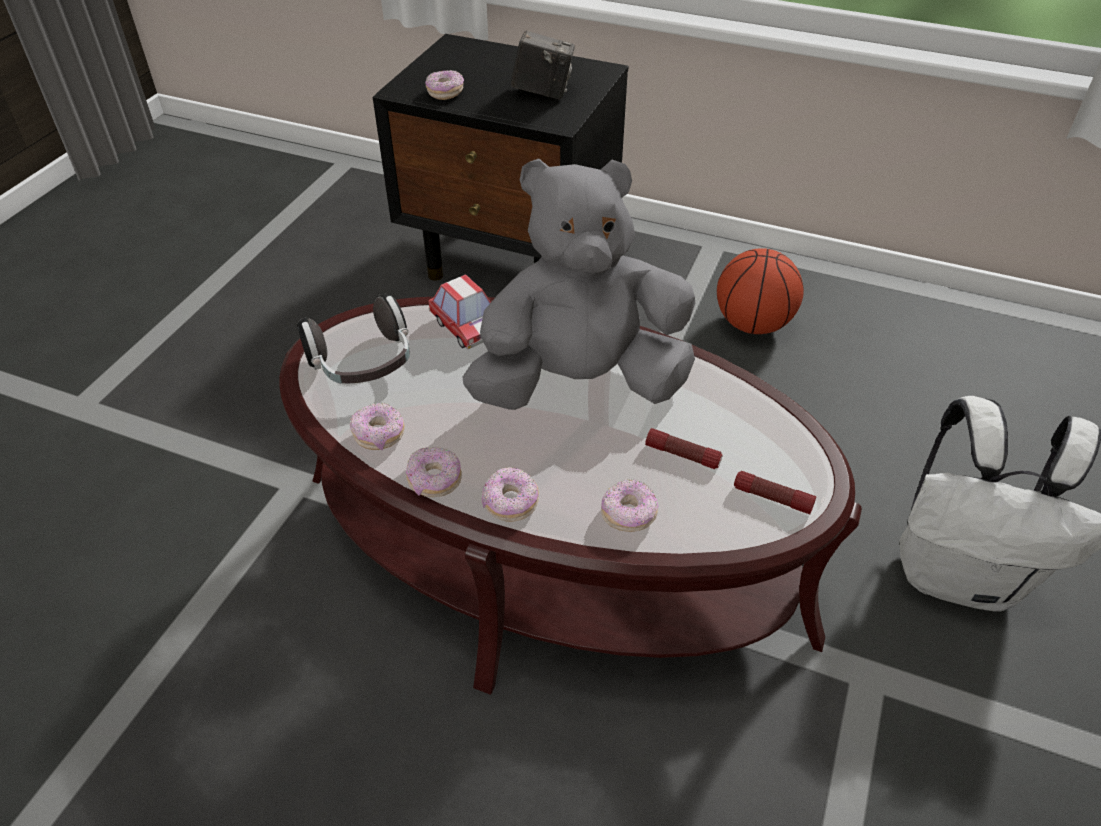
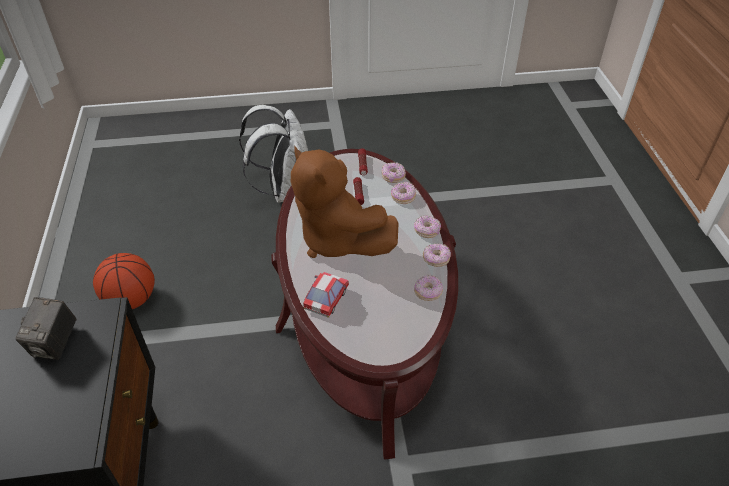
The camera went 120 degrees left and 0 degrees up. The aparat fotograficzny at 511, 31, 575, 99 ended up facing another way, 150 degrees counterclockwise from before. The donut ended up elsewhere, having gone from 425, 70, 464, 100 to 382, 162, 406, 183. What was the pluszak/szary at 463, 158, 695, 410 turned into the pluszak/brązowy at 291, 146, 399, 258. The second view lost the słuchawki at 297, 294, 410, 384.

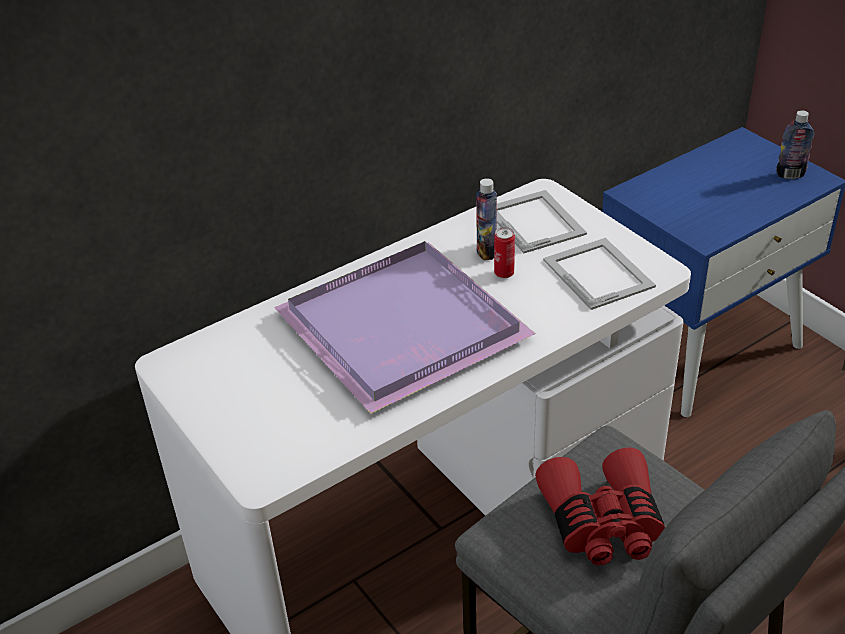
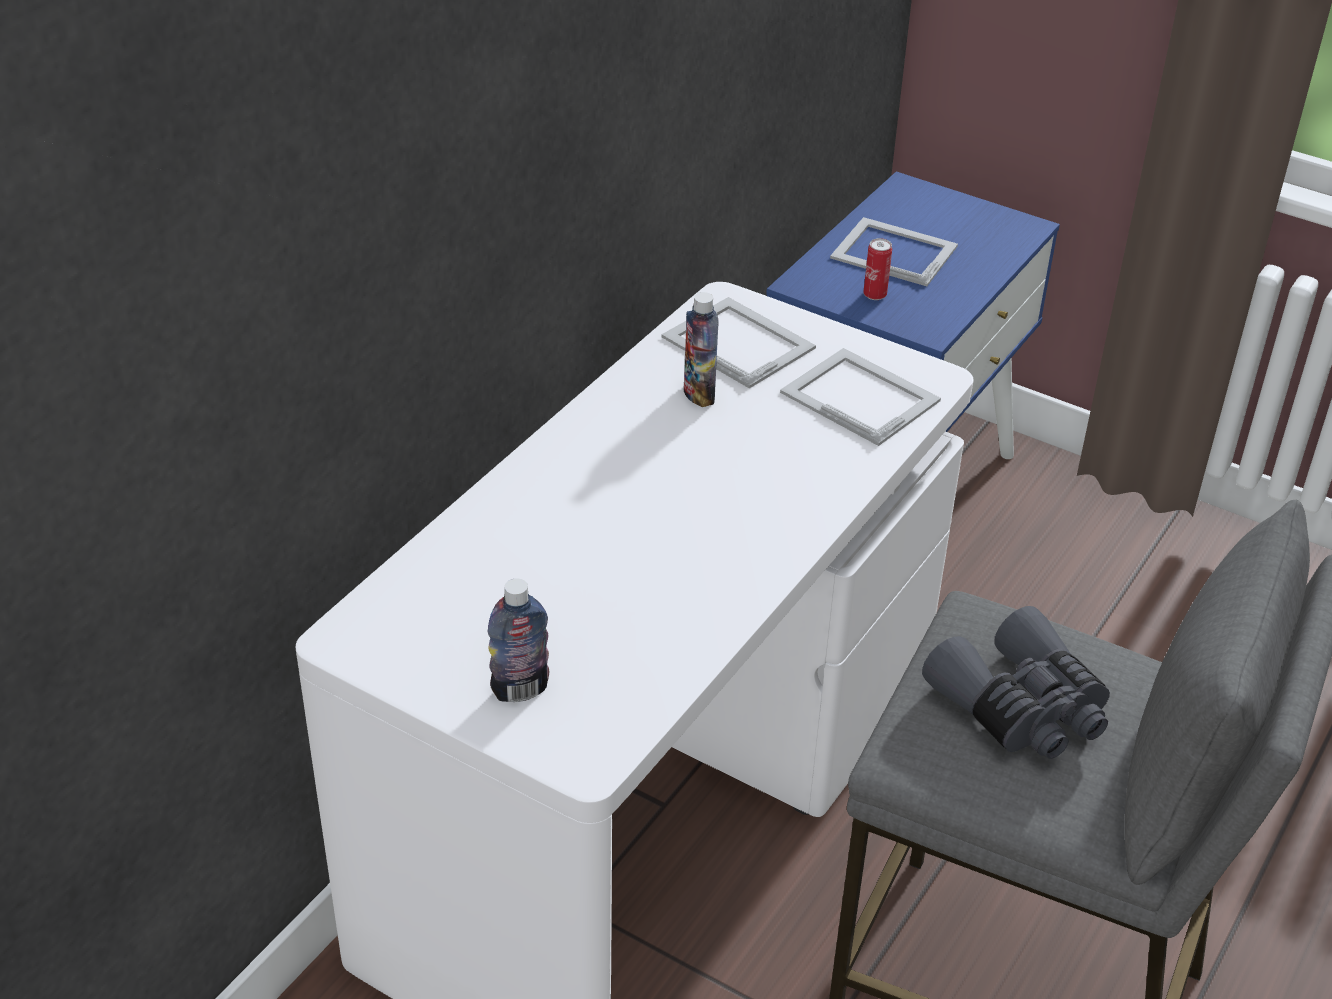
The camera went 25 degrees left and 0 degrees up. The butelka ended up elsewhere, having gone from 776, 110, 814, 179 to 488, 578, 549, 702. The puszka ended up elsewhere, having gone from 494, 227, 515, 278 to 864, 238, 892, 300. The second view lost the taca/fioletowy at 274, 241, 536, 414. What was the lornetka/czerwony at 535, 447, 665, 566 turned into the lornetka/szary at 922, 606, 1110, 759. The second view gained the ramka na zdjęcie at 830, 217, 958, 286.

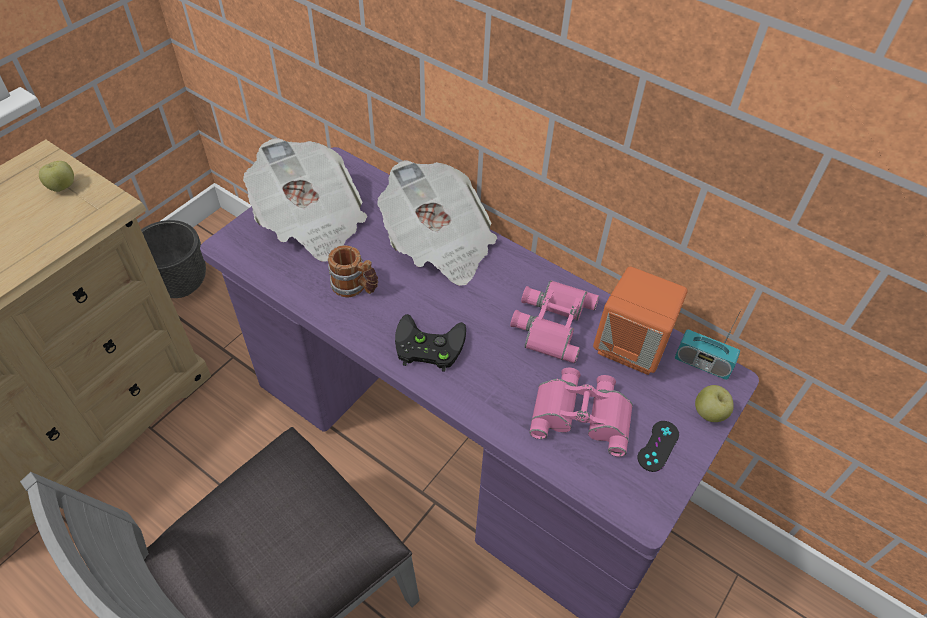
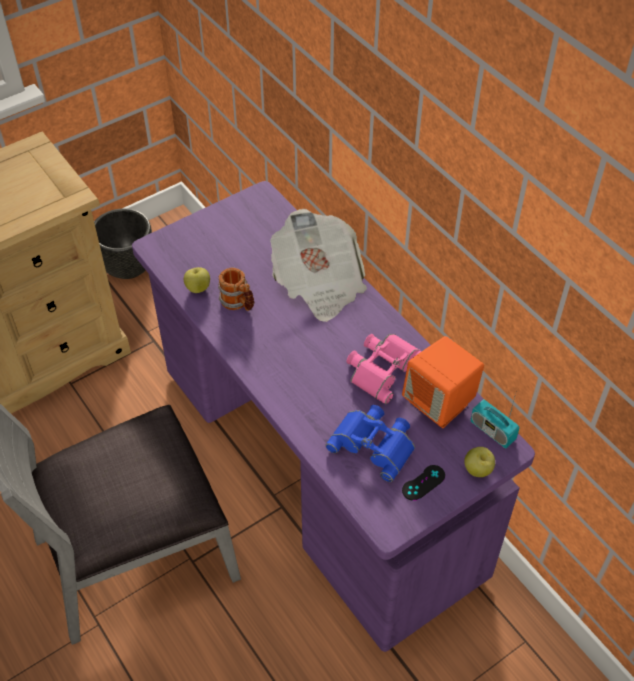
The camera went 20 degrees right and 0 degrees up. The second view lost the gazeta at 243, 138, 367, 262. The jabłko ended up elsewhere, having gone from 39, 161, 74, 192 to 184, 267, 210, 293. The second view lost the pad do gier/czarny at 395, 314, 466, 372. What was the lornetka/różowy at 529, 367, 633, 457 turned into the lornetka/niebieski at 325, 405, 415, 482.

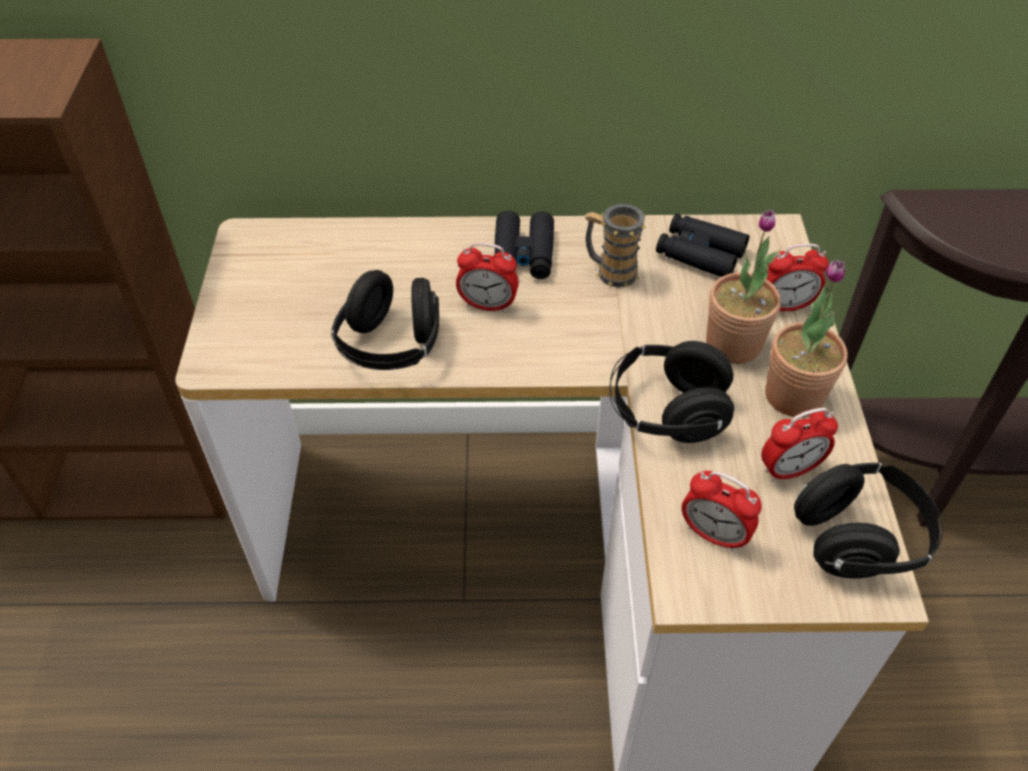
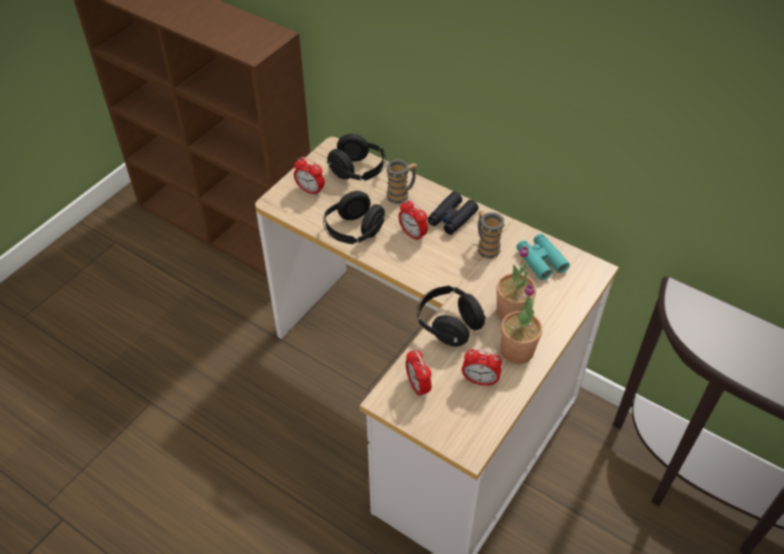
The camera went 35 degrees right and 0 degrees up. What was the lornetka/czarny at 656, 214, 749, 277 turned into the lornetka/turkusowy at 516, 234, 570, 280. The budzik ended up elsewhere, having gone from 766, 243, 829, 311 to 294, 157, 325, 196. The słuchawki/czarny ended up elsewhere, having gone from 794, 463, 943, 578 to 327, 134, 386, 181. The second view gained the kubek at 386, 159, 417, 204.

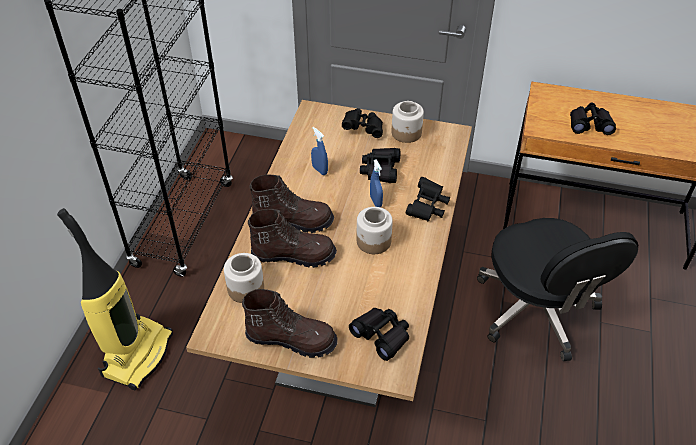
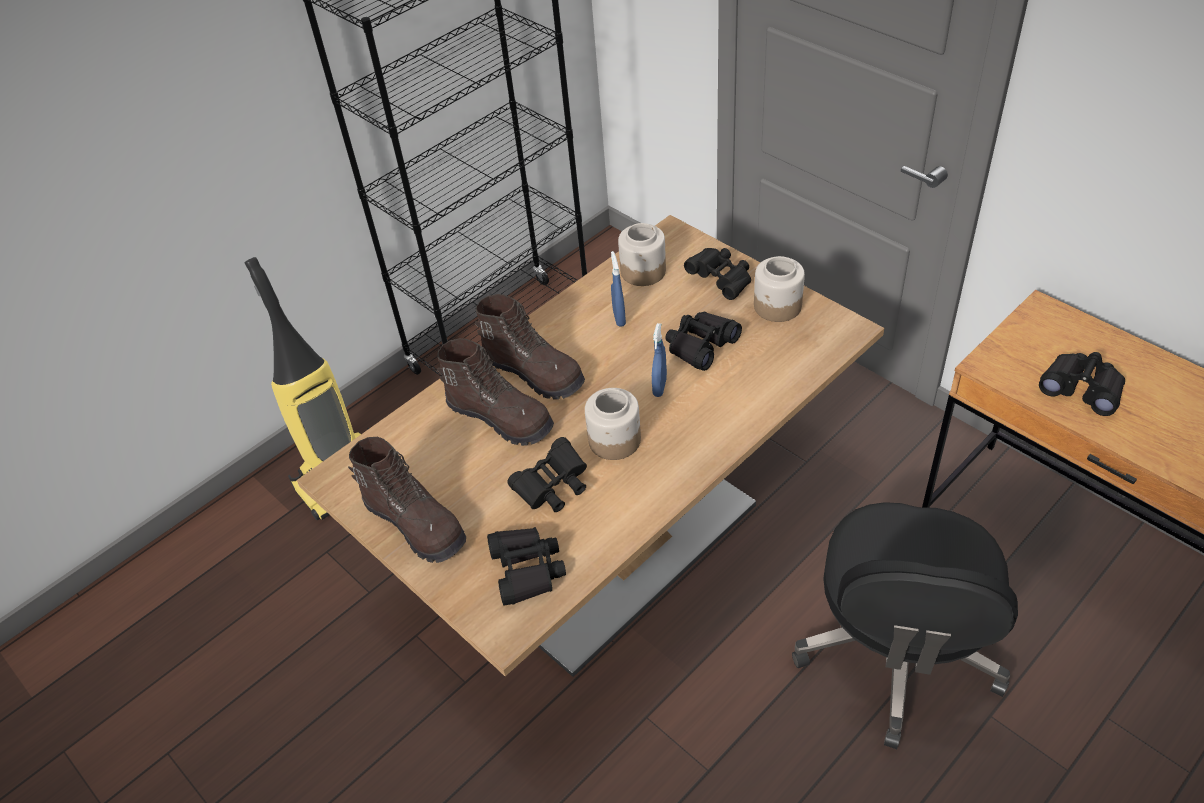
The camera went 35 degrees right and 0 degrees up. The lornetka/czarny ended up elsewhere, having gone from 406, 177, 450, 221 to 508, 437, 587, 512. The słoik ended up elsewhere, having gone from 224, 253, 264, 303 to 618, 223, 666, 286.

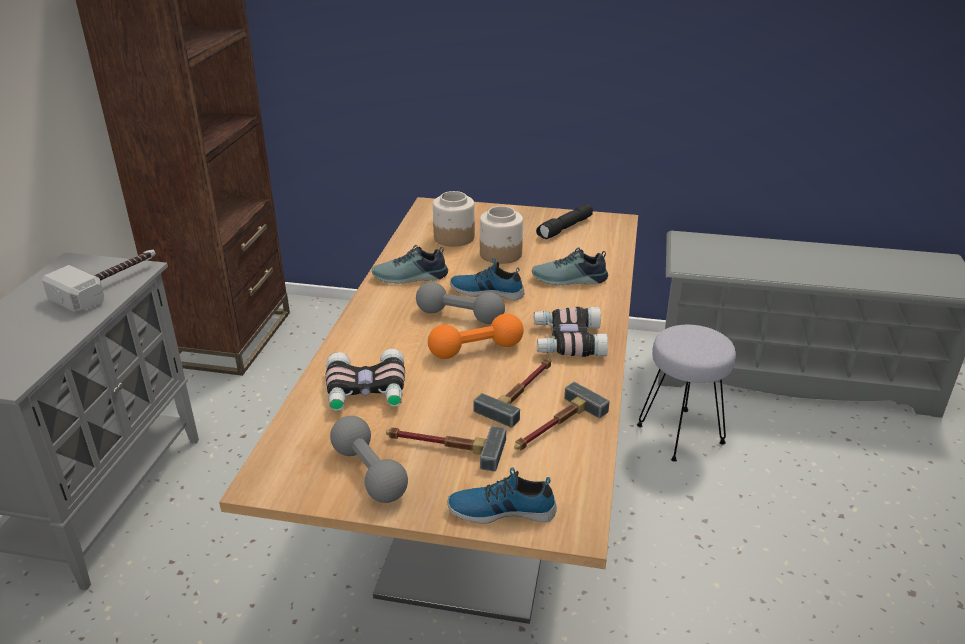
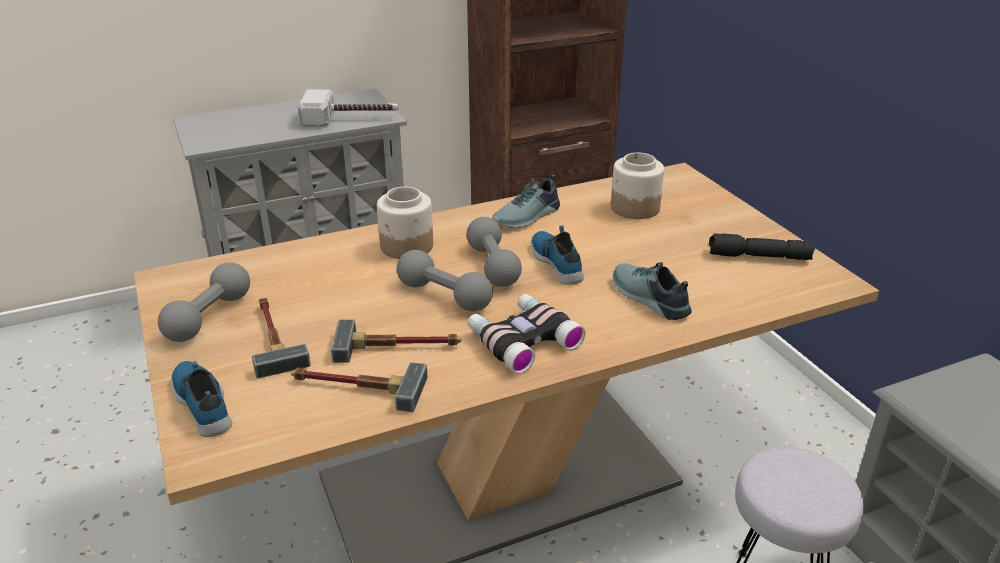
The camera went 55 degrees right and 0 degrees up. The słoik ended up elsewhere, having gone from 480, 206, 523, 264 to 377, 187, 433, 259. The but at 372, 245, 448, 284 ended up facing another way, 90 degrees counterclockwise from before. What was the hantel/pomarańczowy at 428, 314, 524, 359 turned into the hantel/szary at 397, 250, 493, 311. The second view lost the lornetka at 325, 349, 405, 411.

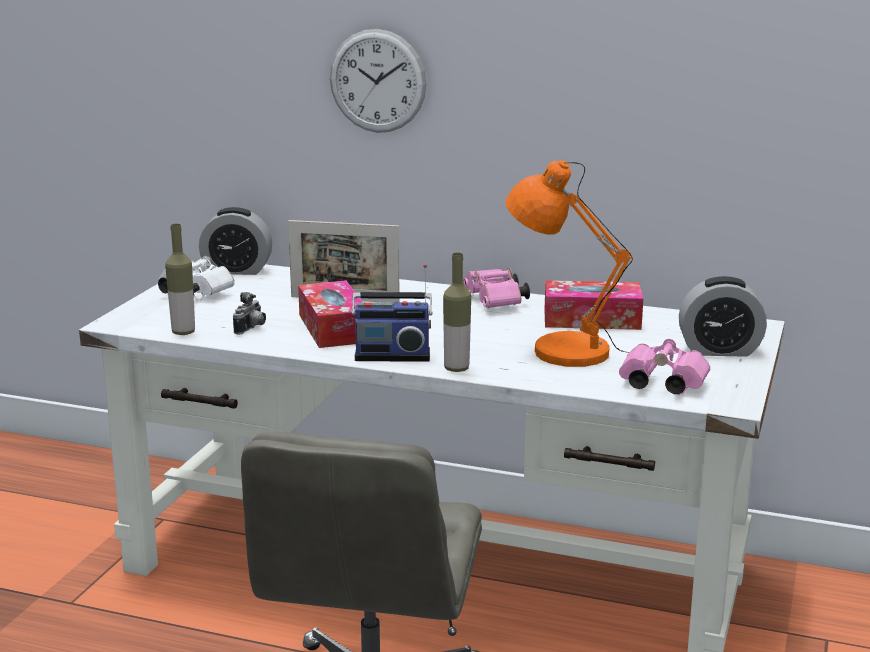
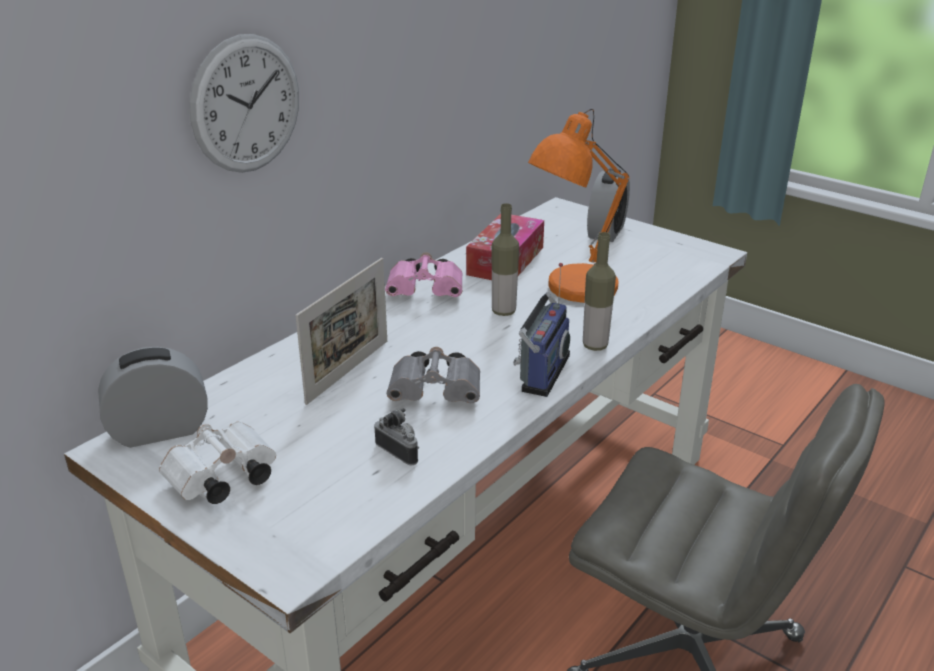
The camera went 70 degrees left and 10 degrees up. The budzik at 199, 207, 272, 275 ended up facing another way, 135 degrees counterclockwise from before. The butelka ended up elsewhere, having gone from 165, 224, 195, 335 to 492, 203, 519, 316. Where the pudełko chusteczek stood at 298, 280, 362, 348, the lornetka/szary came to stand at 387, 347, 480, 403. The second view lost the lornetka/różowy at 619, 339, 710, 395.

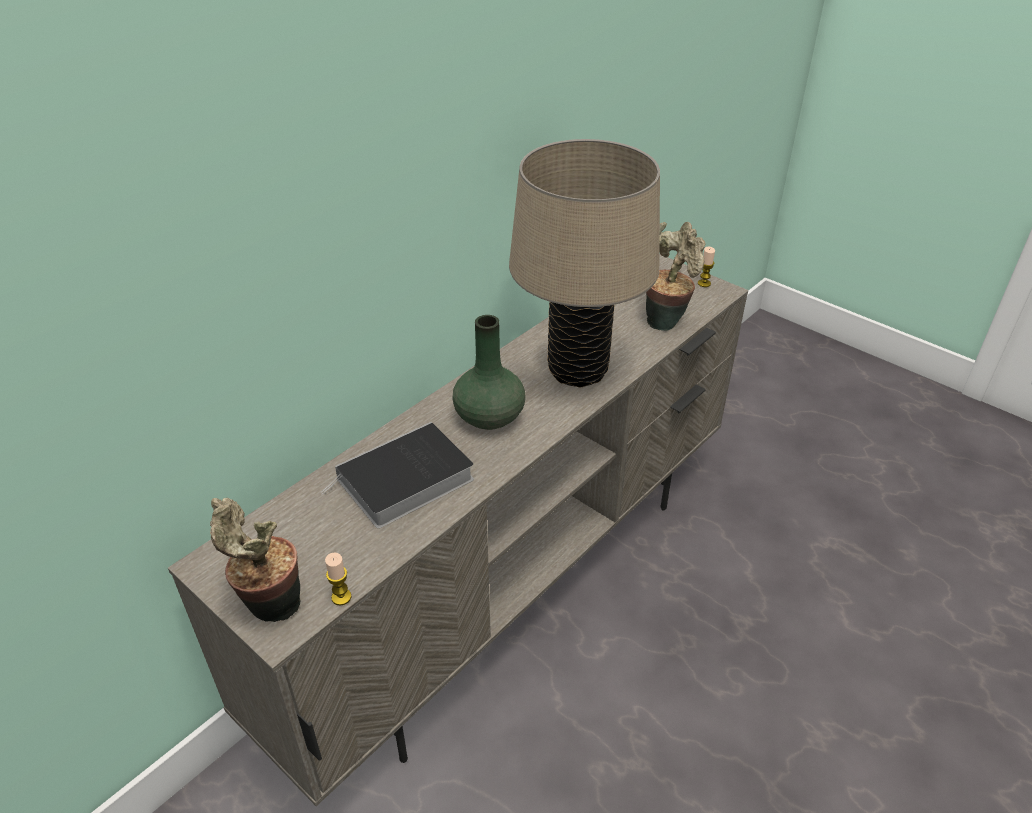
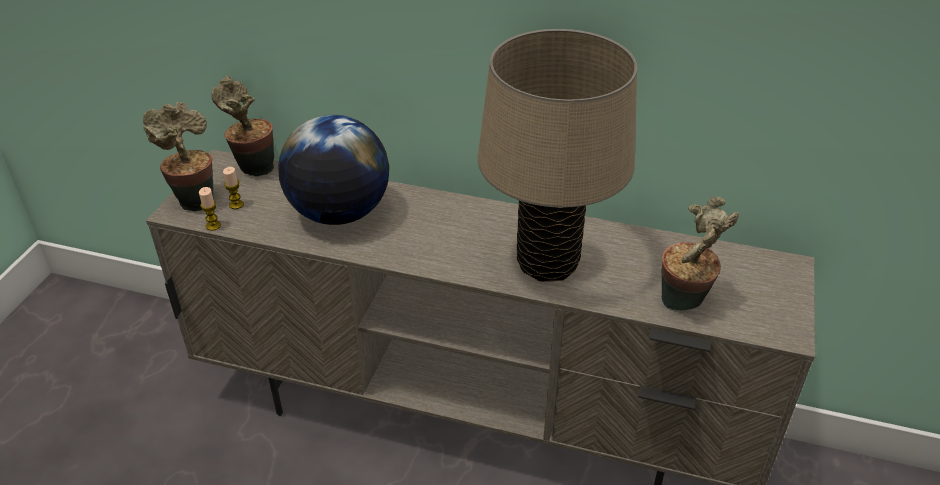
The camera went 65 degrees right and 0 degrees up. The świeca ended up elsewhere, having gone from 698, 247, 715, 287 to 223, 167, 244, 209. The second view lost the wazon/zielony at 452, 315, 525, 430. Where the książka stood at 320, 422, 474, 528, the globus came to stand at 278, 115, 389, 225. The second view gained the roślina doniczkowa at 211, 76, 274, 177.

